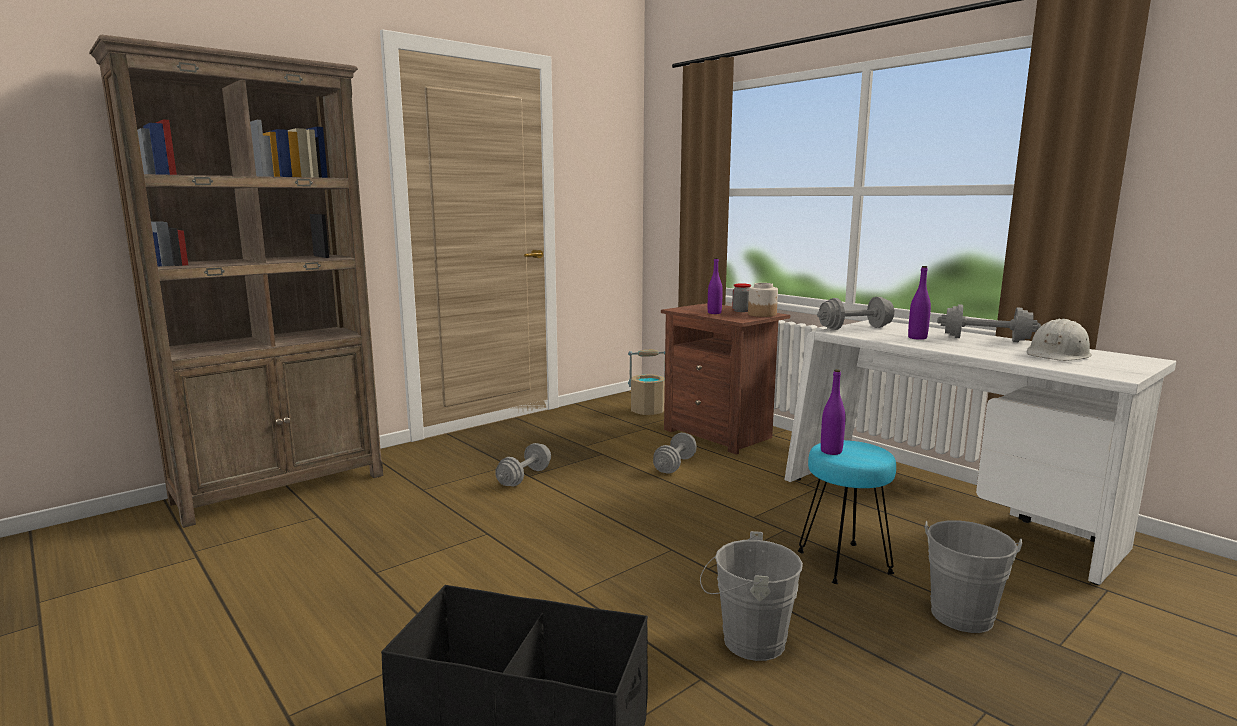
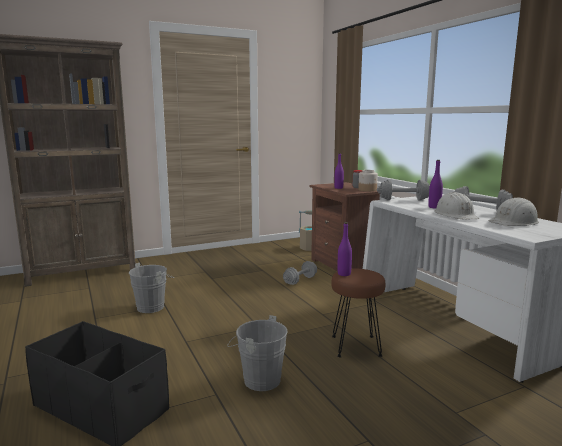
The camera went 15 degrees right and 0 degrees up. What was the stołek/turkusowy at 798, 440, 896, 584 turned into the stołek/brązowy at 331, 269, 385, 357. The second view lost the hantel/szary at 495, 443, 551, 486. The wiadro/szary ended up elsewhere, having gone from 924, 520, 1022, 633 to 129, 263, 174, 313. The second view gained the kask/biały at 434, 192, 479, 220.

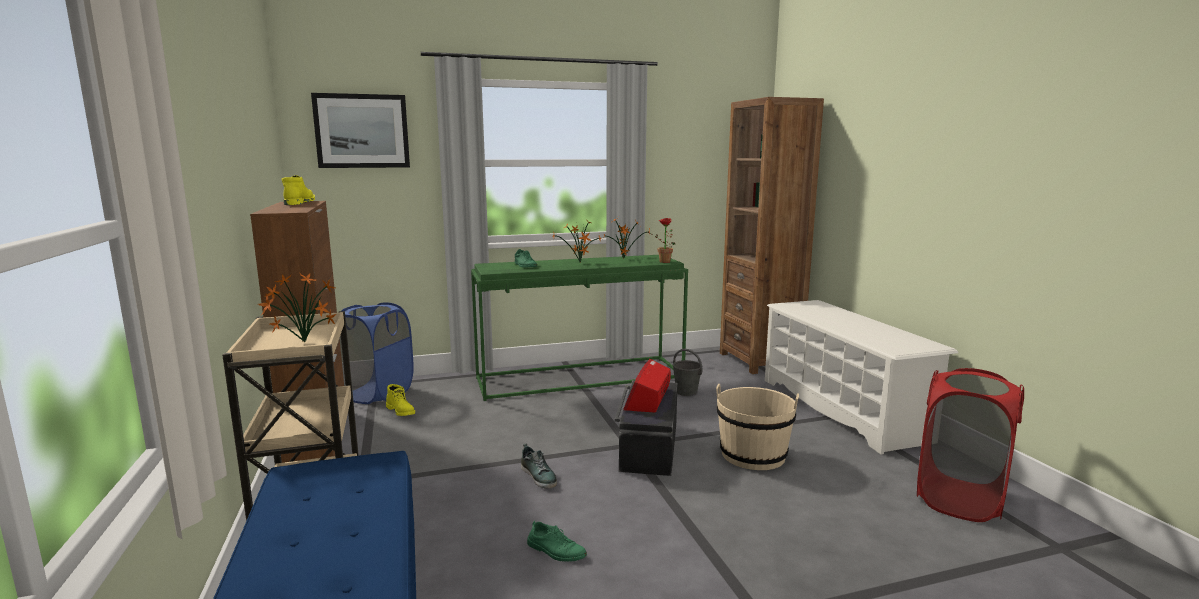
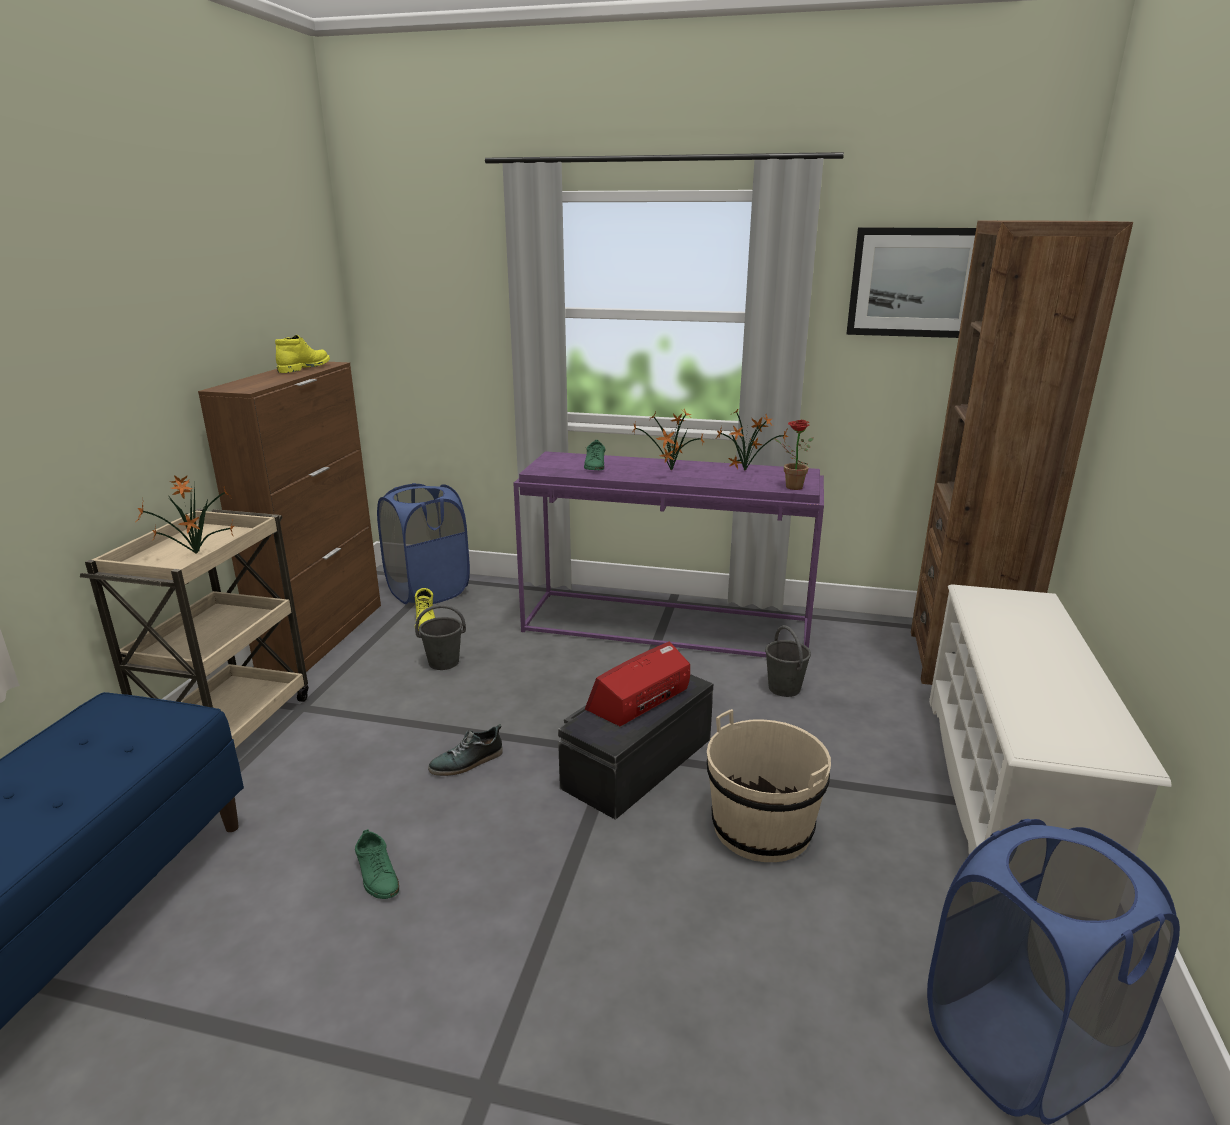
The camera went 30 degrees right and 10 degrees up. The obraz ended up elsewhere, having gone from 311, 93, 410, 168 to 846, 228, 976, 338. What was the stolik konsolowy/zielony at 471, 255, 688, 401 turned into the stolik konsolowy/fioletowy at 513, 451, 824, 657. What was the kosz na pranie/czerwony at 917, 368, 1024, 522 turned into the kosz na pranie/niebieski at 927, 819, 1180, 1125. The but at 521, 444, 557, 489 ended up facing another way, 60 degrees clockwise from before. The second view gained the wiadro/szary at 415, 605, 466, 670.

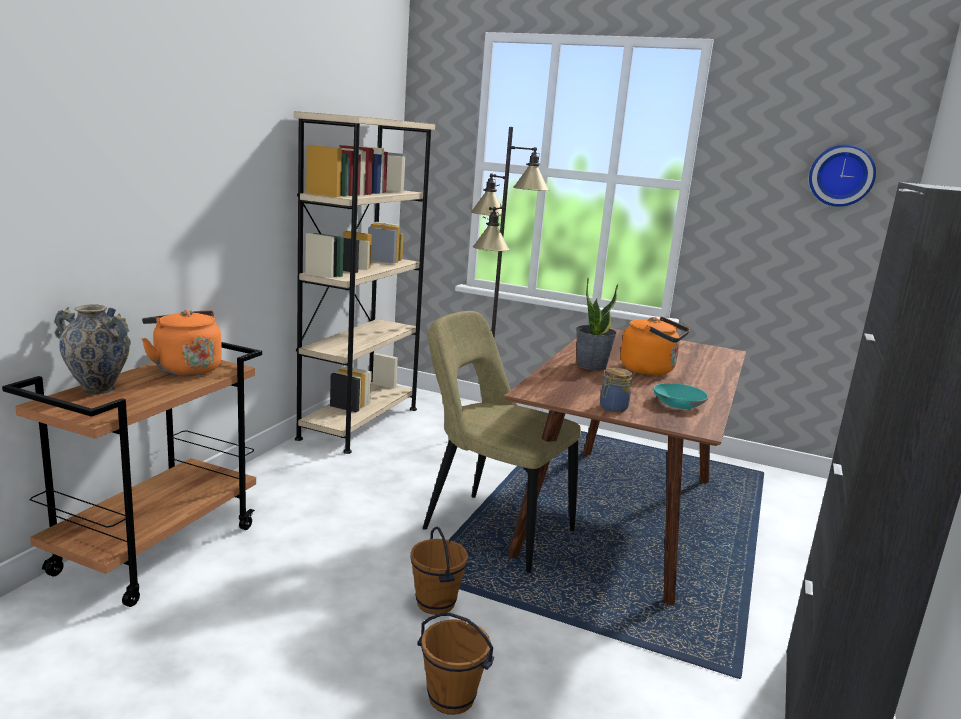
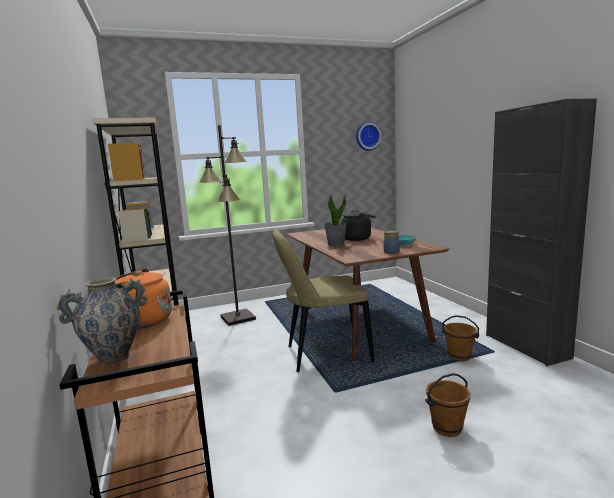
The camera went 40 degrees left and 5 degrees down. What was the czajnik/pomarańczowy at 620, 317, 690, 375 turned into the czajnik/czarny at 341, 210, 376, 241. The wiadro/brązowy ended up elsewhere, having gone from 410, 527, 468, 615 to 442, 315, 479, 362.

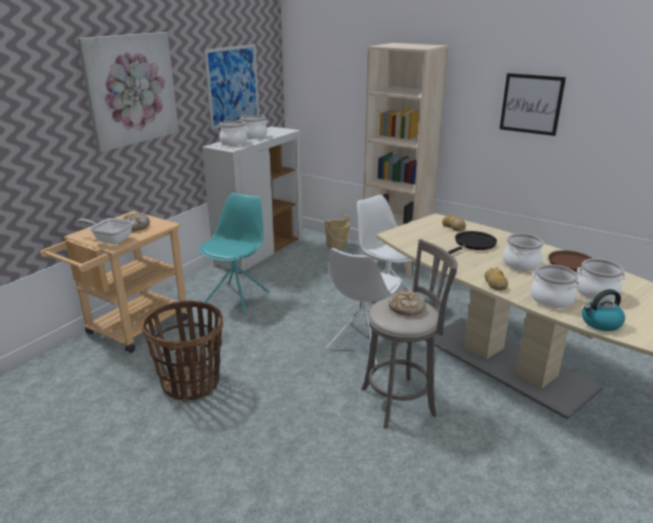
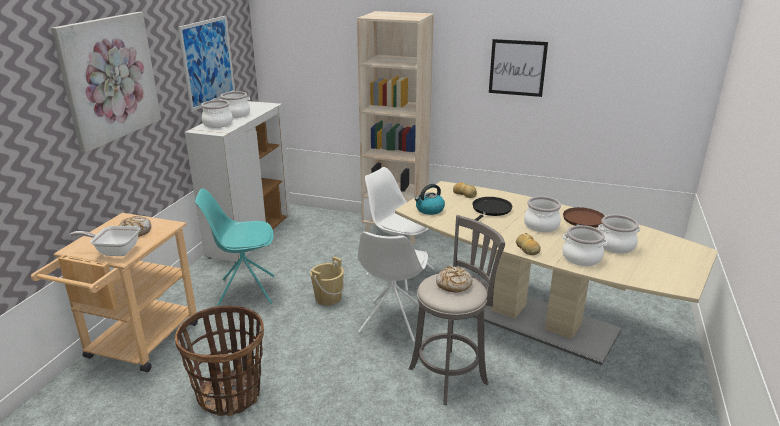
The camera went 15 degrees left and 0 degrees up. The krzesło/turkusowy at 199, 193, 270, 314 ended up facing another way, 105 degrees counterclockwise from before. The wiadro/beżowy ended up elsewhere, having gone from 324, 214, 350, 249 to 310, 257, 344, 305. The czajnik ended up elsewhere, having gone from 582, 289, 625, 331 to 415, 184, 445, 215.

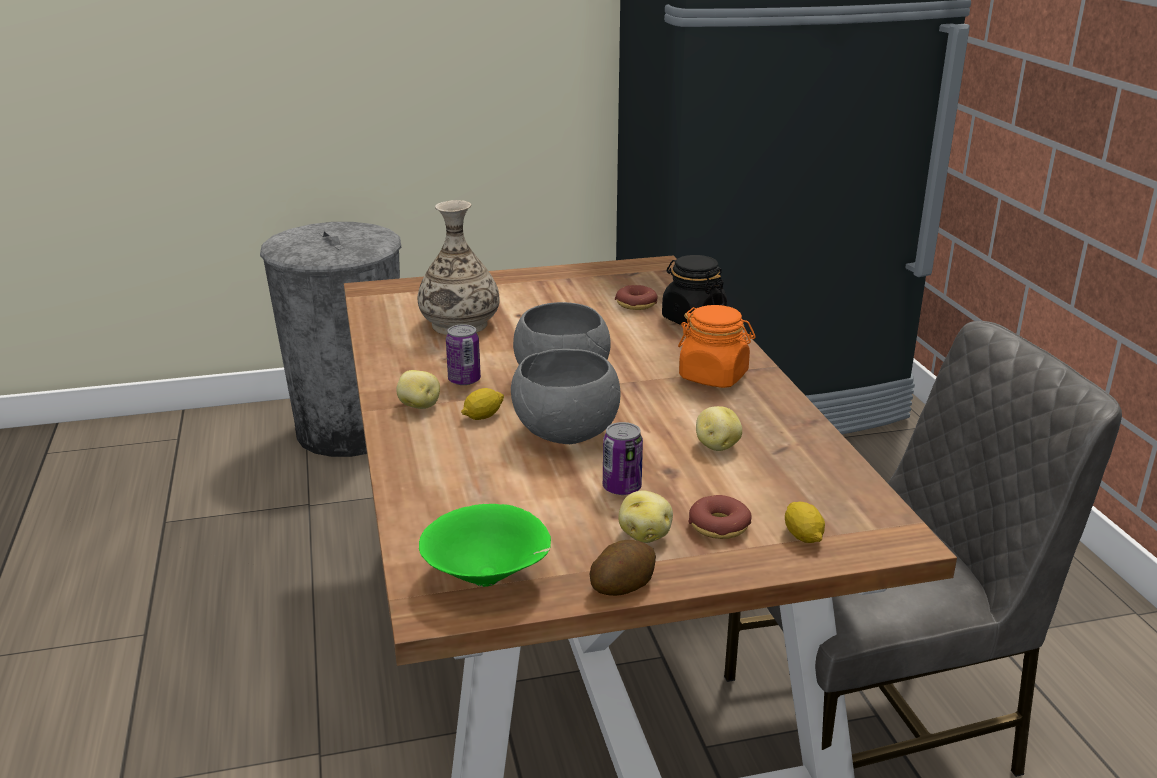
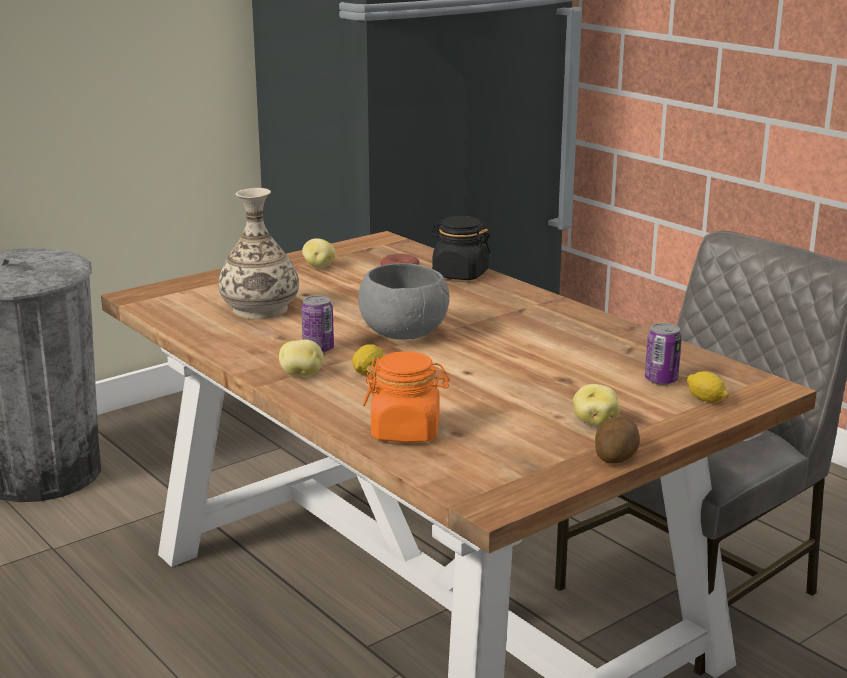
The camera went 25 degrees left and 5 degrees down. The słoik/pomarańczowy ended up elsewhere, having gone from 678, 305, 756, 388 to 363, 351, 450, 442. The second view lost the miska/szary at 511, 349, 621, 444. The ziemniak ended up elsewhere, having gone from 696, 406, 742, 451 to 302, 238, 336, 269. The puszka ended up elsewhere, having gone from 603, 422, 643, 495 to 645, 323, 682, 385. The second view lost the donut at 688, 495, 752, 539. The second view lost the miska/zielony at 419, 504, 551, 587.

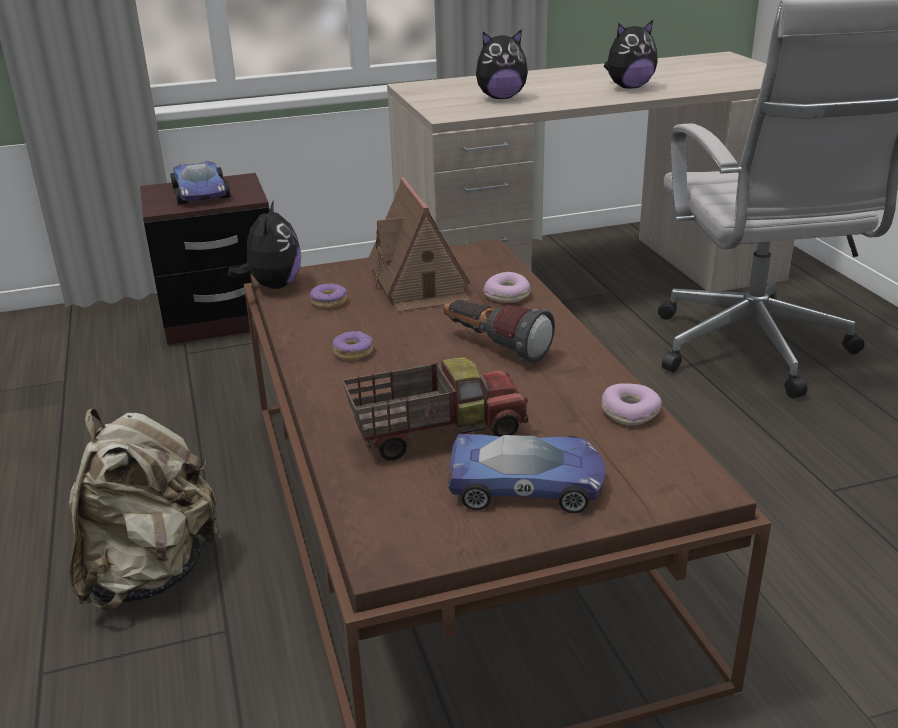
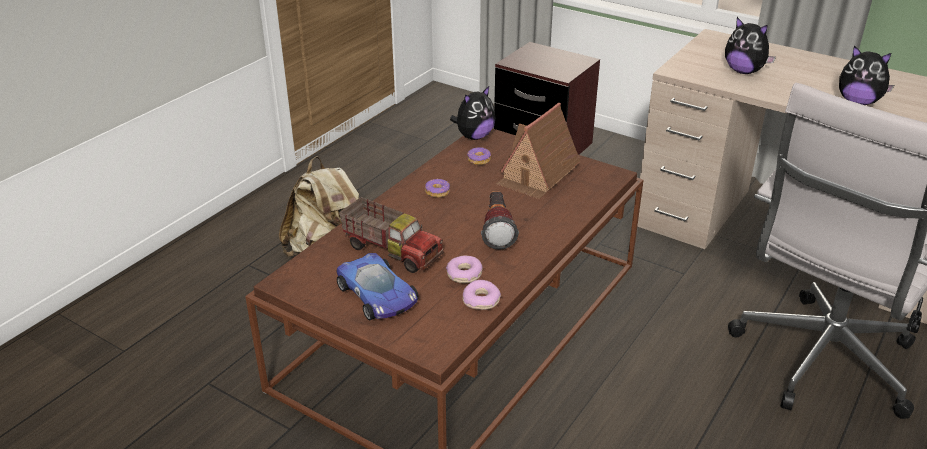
The camera went 50 degrees right and 5 degrees up. The second view lost the samochodzik at 170, 161, 230, 204. The donut ended up elsewhere, having gone from 484, 272, 530, 303 to 446, 256, 483, 283.

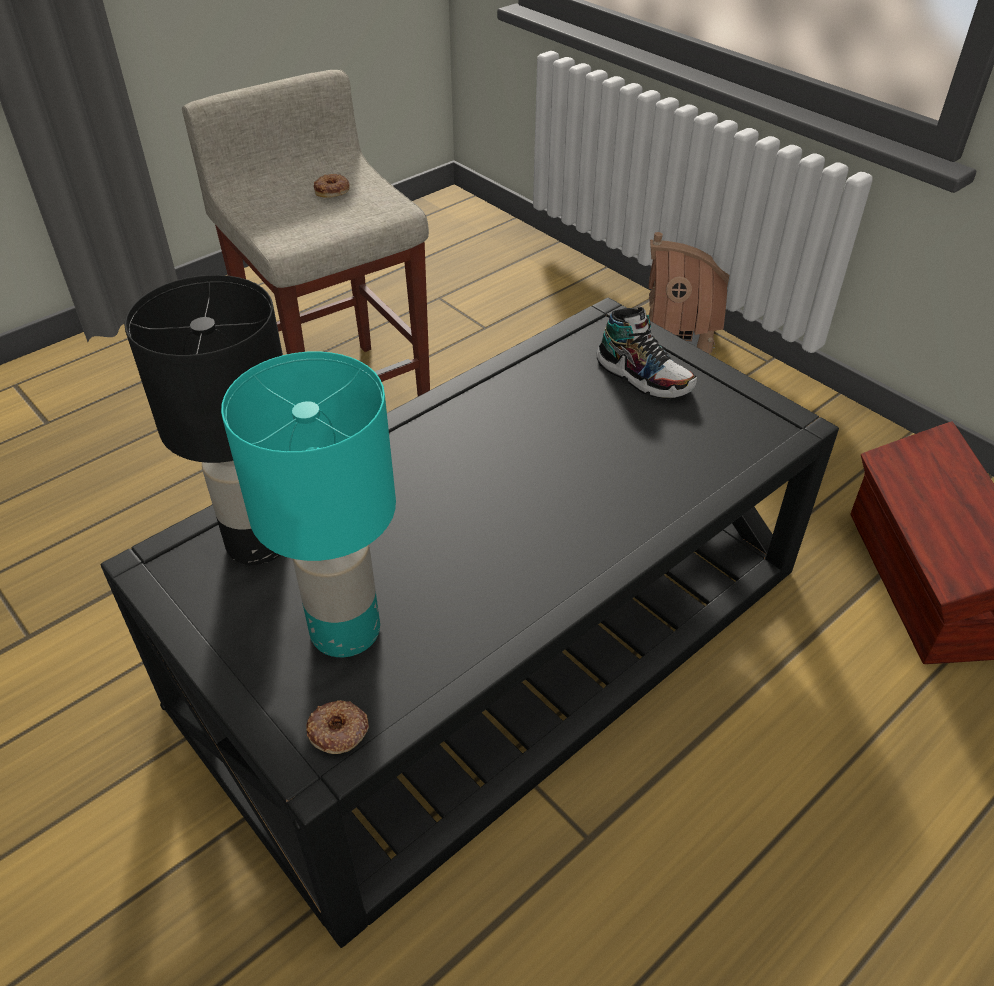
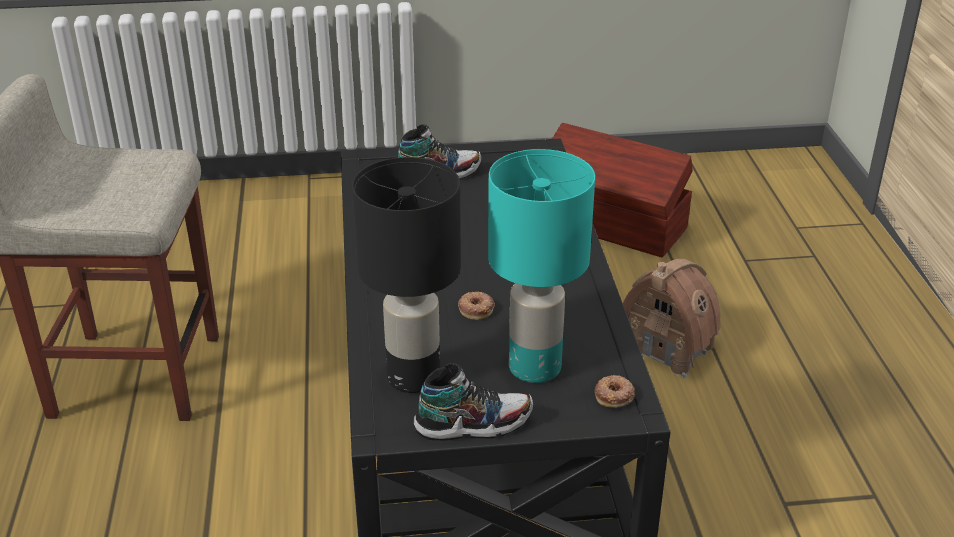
The camera went 55 degrees left and 10 degrees down. The donut ended up elsewhere, having gone from 314, 174, 350, 198 to 458, 291, 495, 320. The domek ended up elsewhere, having gone from 649, 232, 729, 354 to 623, 259, 721, 378. The second view gained the but at 413, 363, 533, 441.

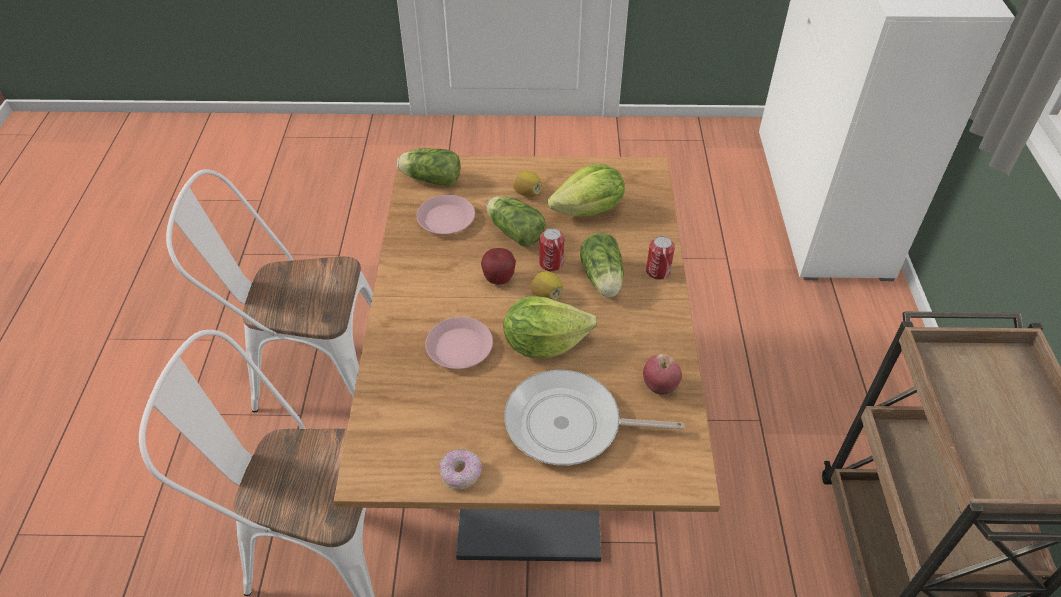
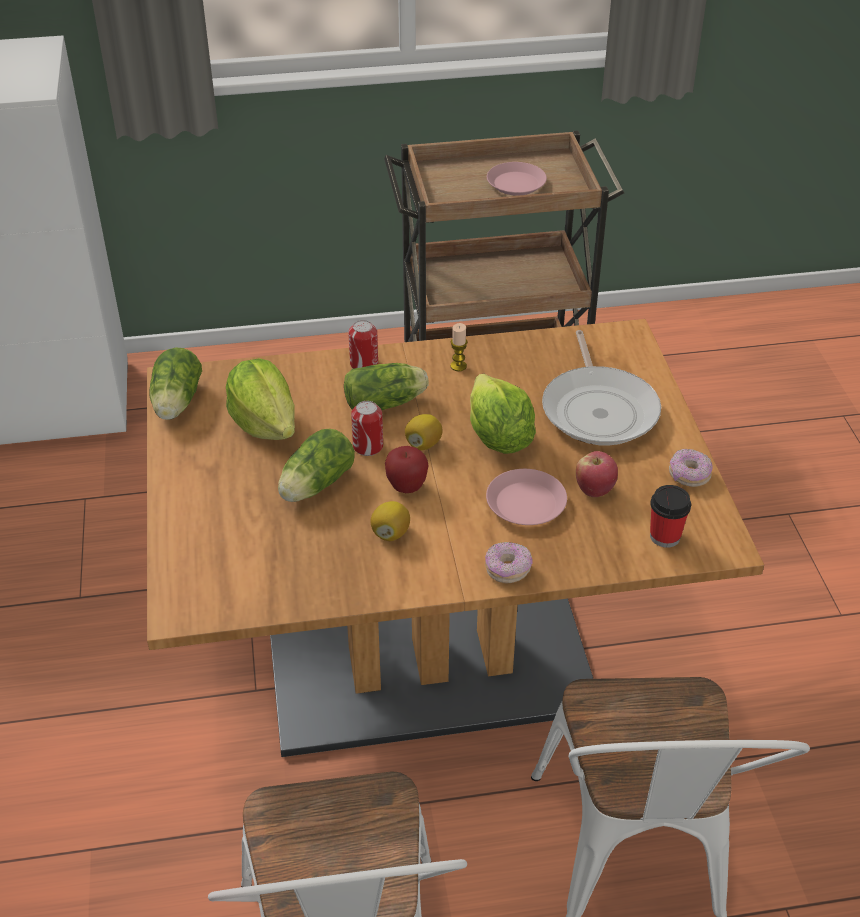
The camera went 100 degrees left and 5 degrees down. The sałata ended up elsewhere, having gone from 397, 148, 460, 186 to 149, 348, 202, 420. The cytryna ended up elsewhere, having gone from 513, 171, 542, 197 to 370, 501, 410, 541. The talerz/różowy ended up elsewhere, having gone from 417, 195, 475, 235 to 487, 162, 547, 196. The jabłko ended up elsewhere, having gone from 643, 354, 682, 395 to 576, 451, 618, 497. The second view gained the świeca at 450, 323, 468, 371. The second view gained the filiżanka at 650, 485, 691, 548. The second view gained the donut at 485, 542, 532, 584.

